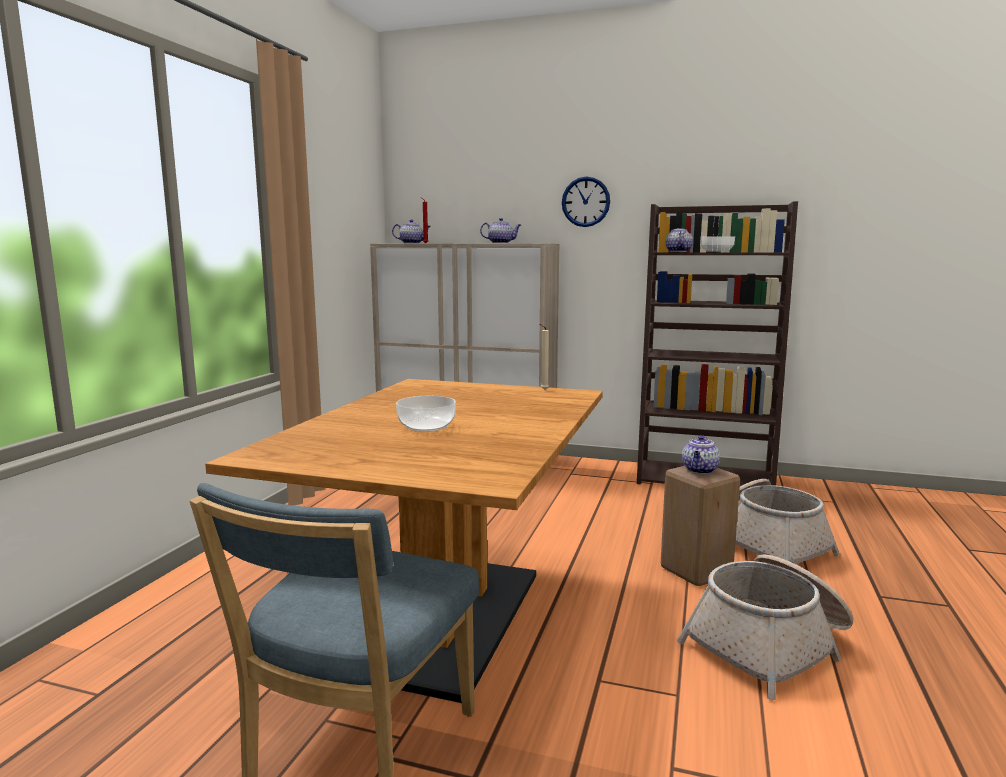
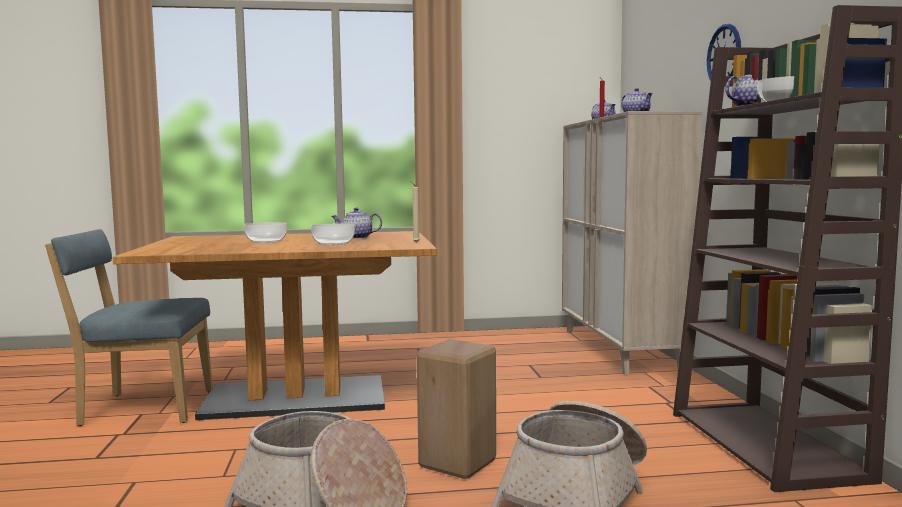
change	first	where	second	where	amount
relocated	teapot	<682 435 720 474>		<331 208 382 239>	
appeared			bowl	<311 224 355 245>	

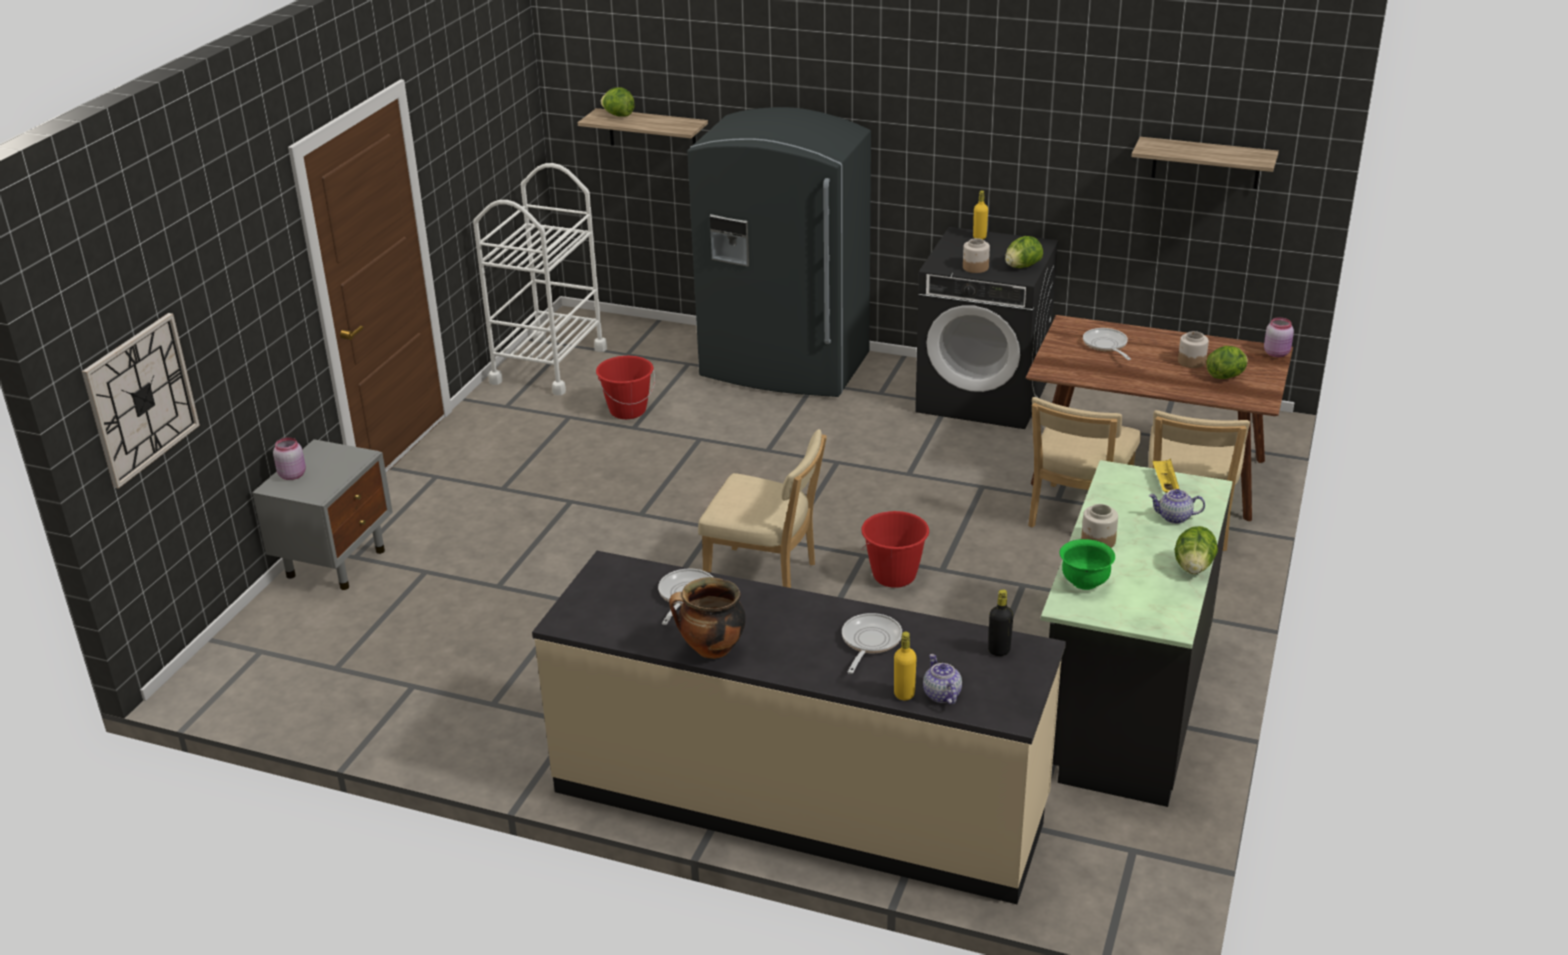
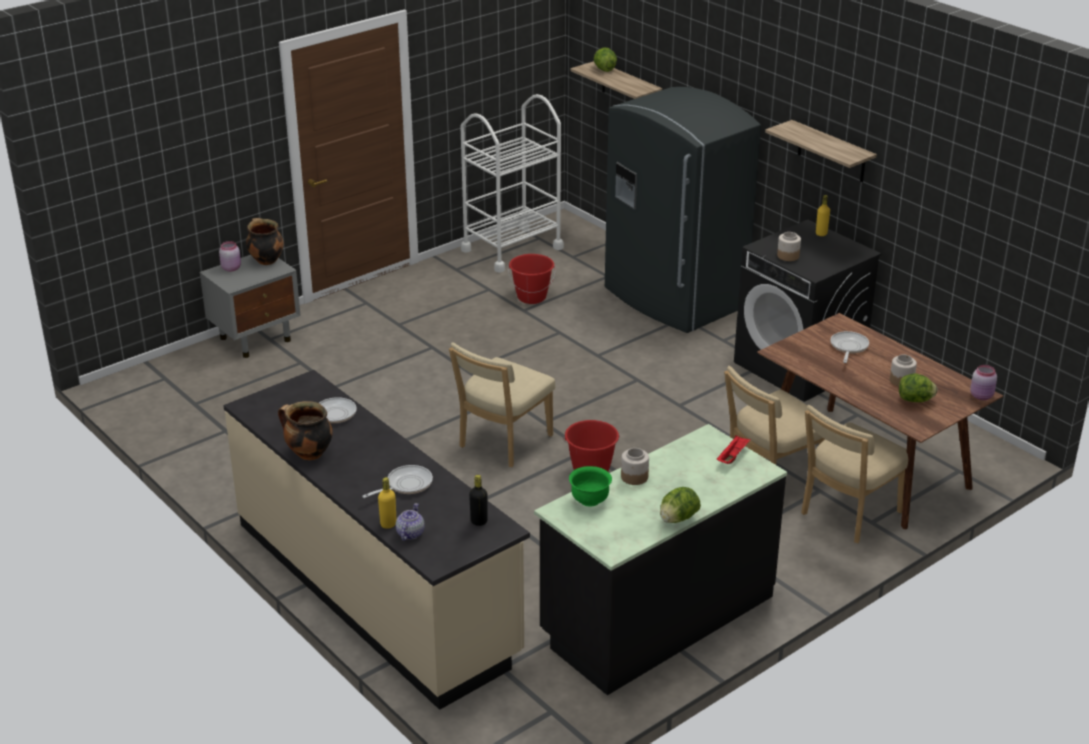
change	first	where	second	where	amount
missing	wall clock	<82 313 200 489>			
spun	chair in beige	<698 429 827 588>		<449 342 555 467>	75 degrees clockwise
missing	lettuce	<1005 236 1043 268>			
relocated	shelf	<1131 137 1279 189>		<765 120 877 182>	
missing	teapot	<1149 489 1205 524>			
colour	tray in yellow	<1153 459 1179 493>	tray in red	<717 435 751 464>	
appeared			cooking pot	<246 218 284 265>	

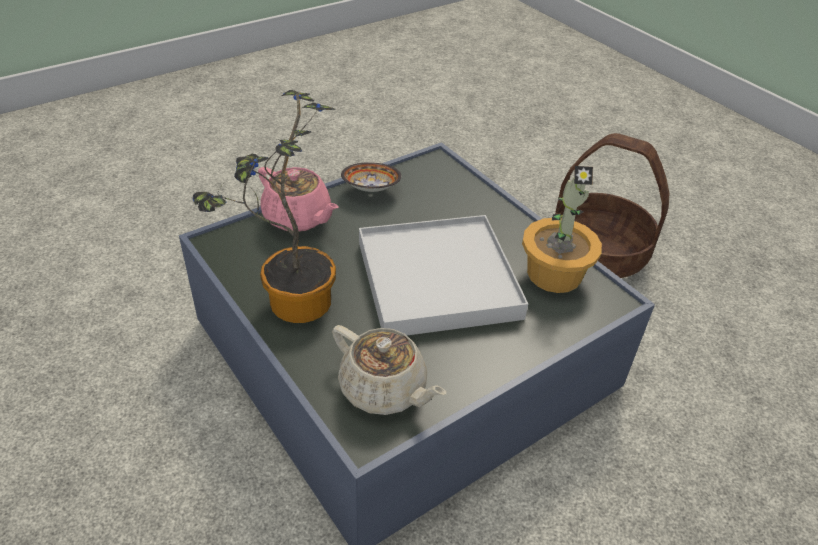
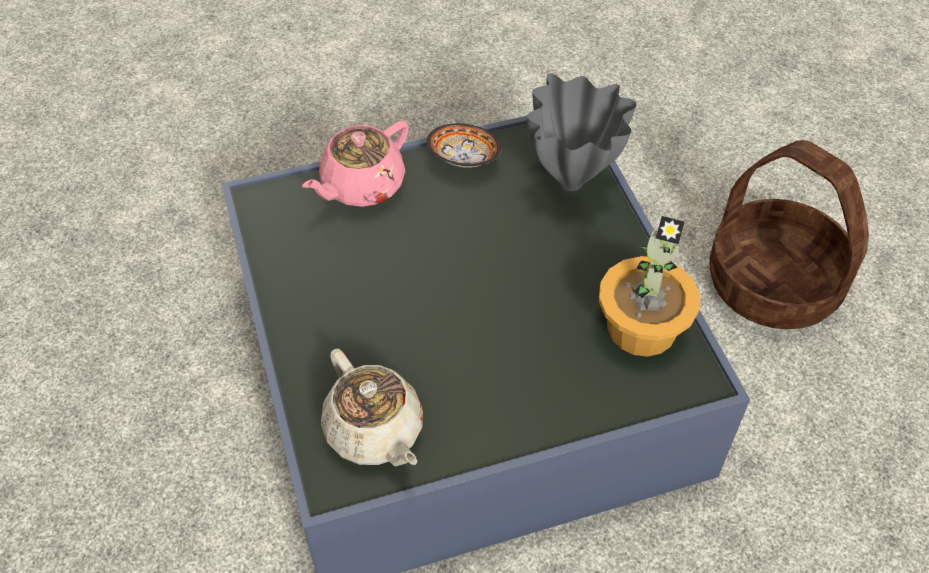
change	first	where	second	where	amount
missing	potted plant	<193 90 336 323>			
spun	teapot in pink	<258 167 339 232>		<303 121 409 207>	75 degrees clockwise
missing	tray in white	<359 215 528 335>			
appeared			vase in grey	<527 73 637 191>	

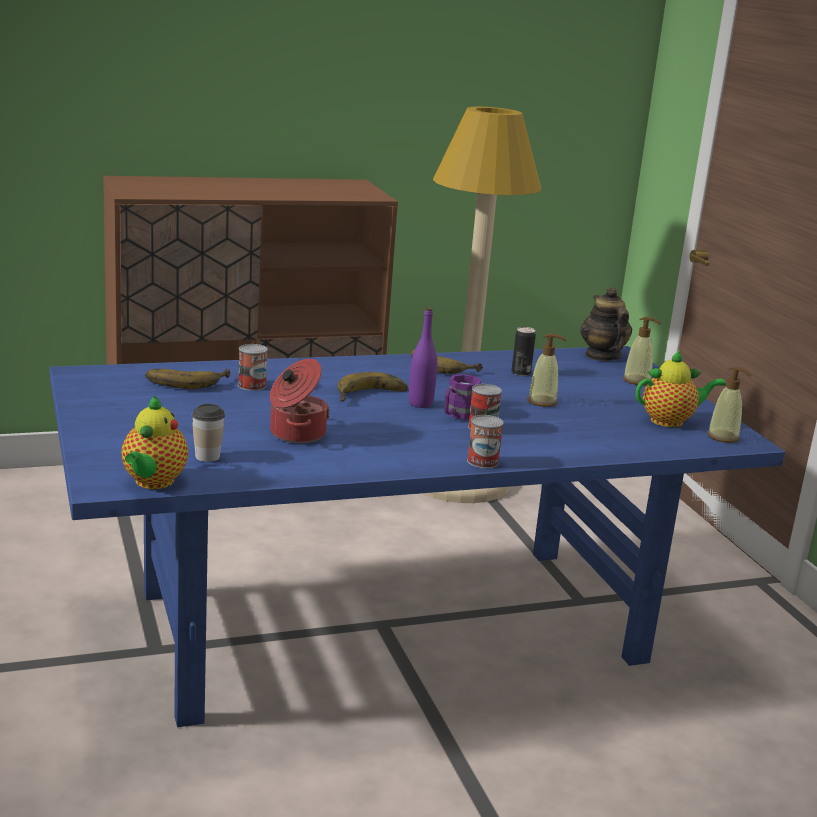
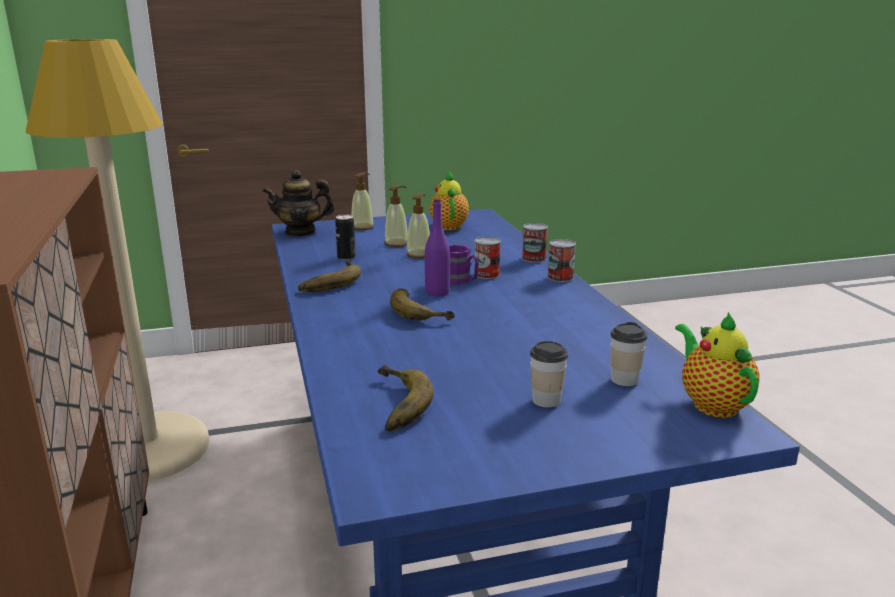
change	first	where	second	where	amount
spun	teapot	<121 395 188 489>		<675 312 760 418>	120 degrees counterclockwise
relocated	can	<238 344 268 391>		<522 223 548 263>	
missing	cooking pot	<270 359 330 443>			
relocated	soap dispenser	<708 367 752 443>		<384 185 408 247>	
appeared			cup	<530 341 568 408>	

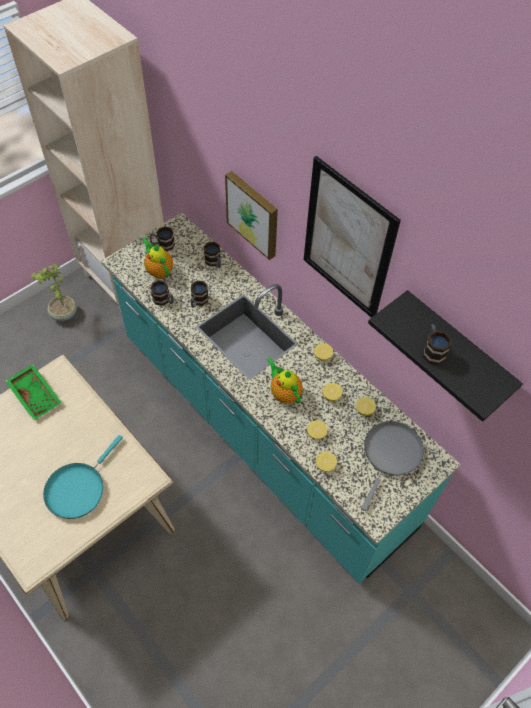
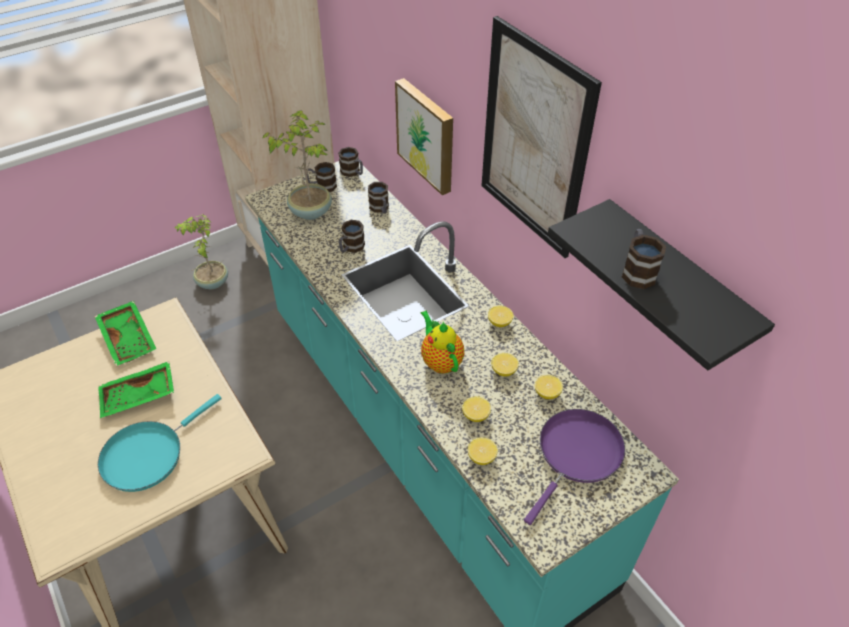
change	first	where	second	where	amount
exchanged	teapot	<141 238 173 279>	potted plant	<263 110 332 220>	
relocated	mug	<150 280 174 306>		<338 147 363 177>	
colour	frying pan in grey	<361 421 424 511>	frying pan in purple	<524 409 625 525>	
appeared			tray in green	<98 361 174 418>	

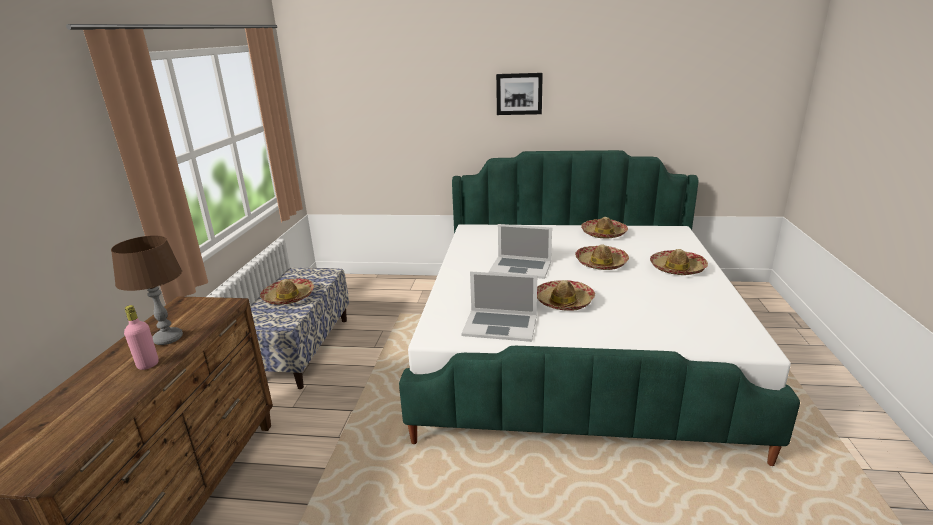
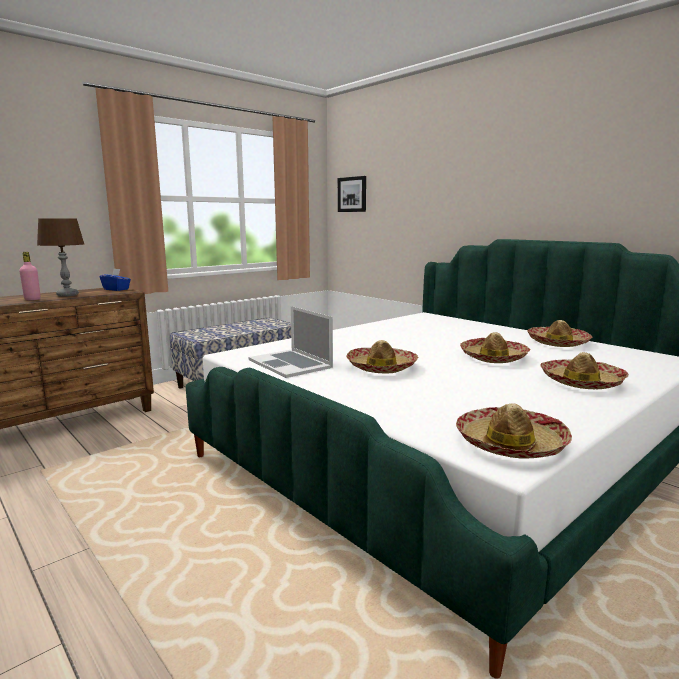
change	first	where	second	where	amount
relocated	hat	<260 278 314 305>		<456 403 572 458>	
missing	laptop	<489 224 552 279>			
relocated	picture	<496 73 543 115>		<338 176 366 212>	
appeared			tissue box in blue	<100 269 131 291>	

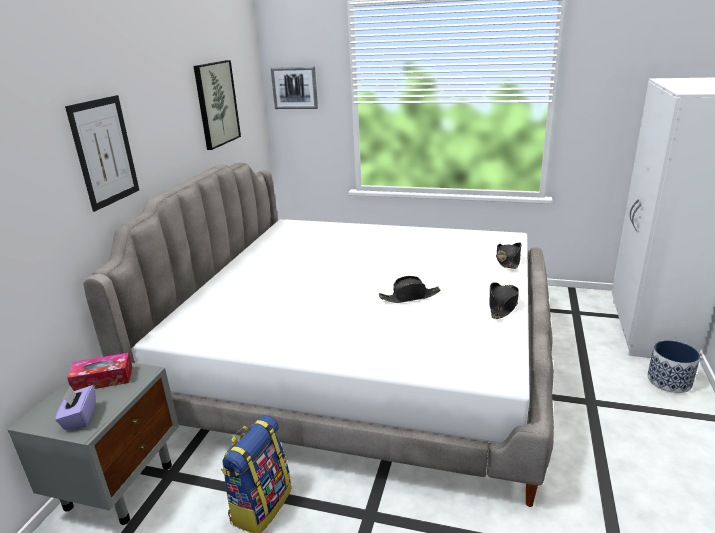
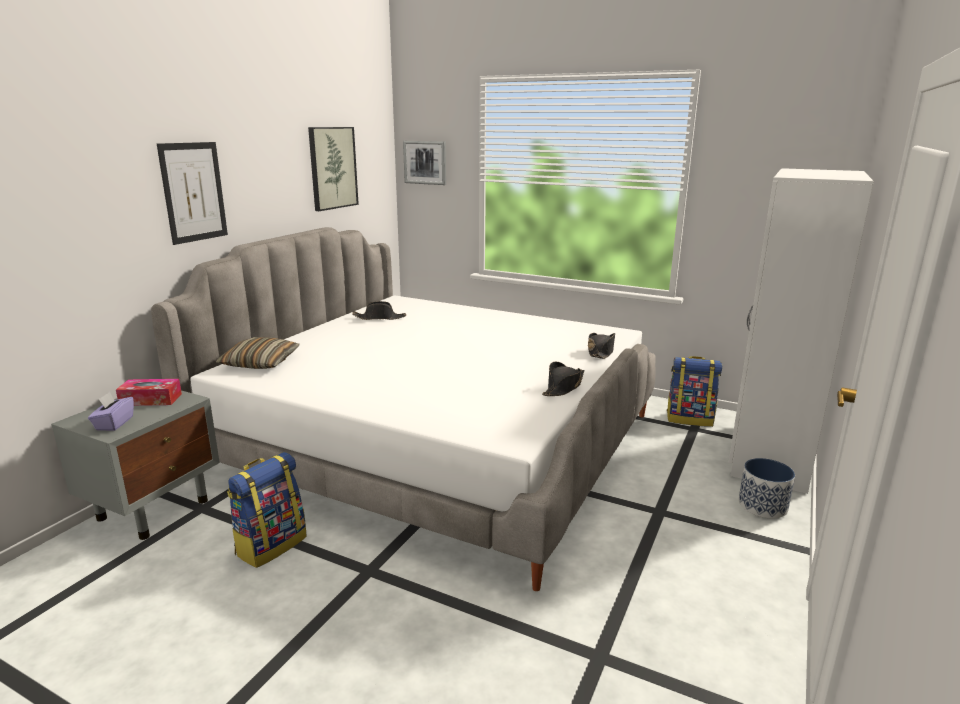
change	first	where	second	where	amount
relocated	hat in black	<379 276 441 303>		<352 301 406 320>	
appeared			pillow	<216 337 299 369>	
appeared			backpack	<667 356 722 427>	

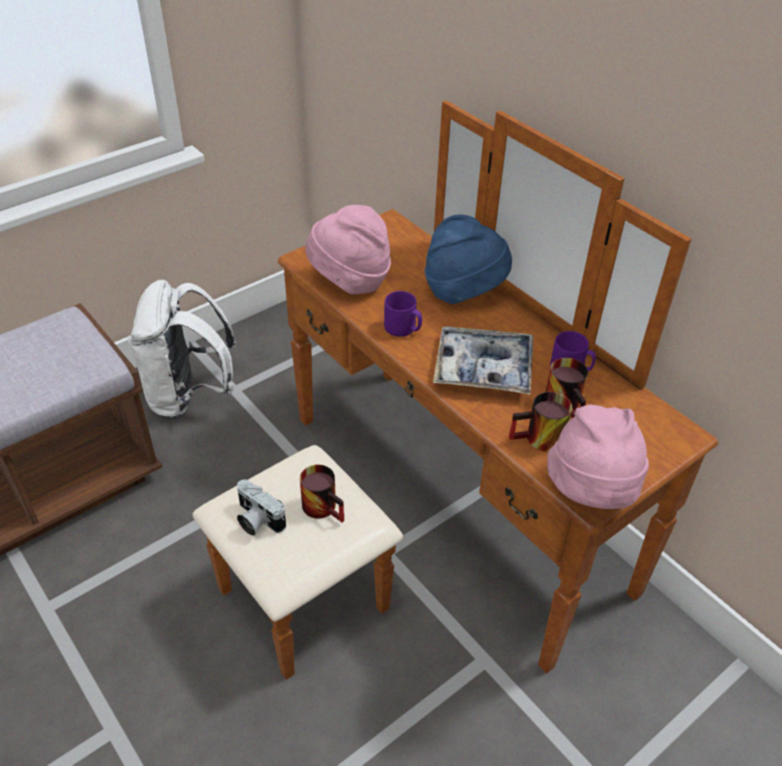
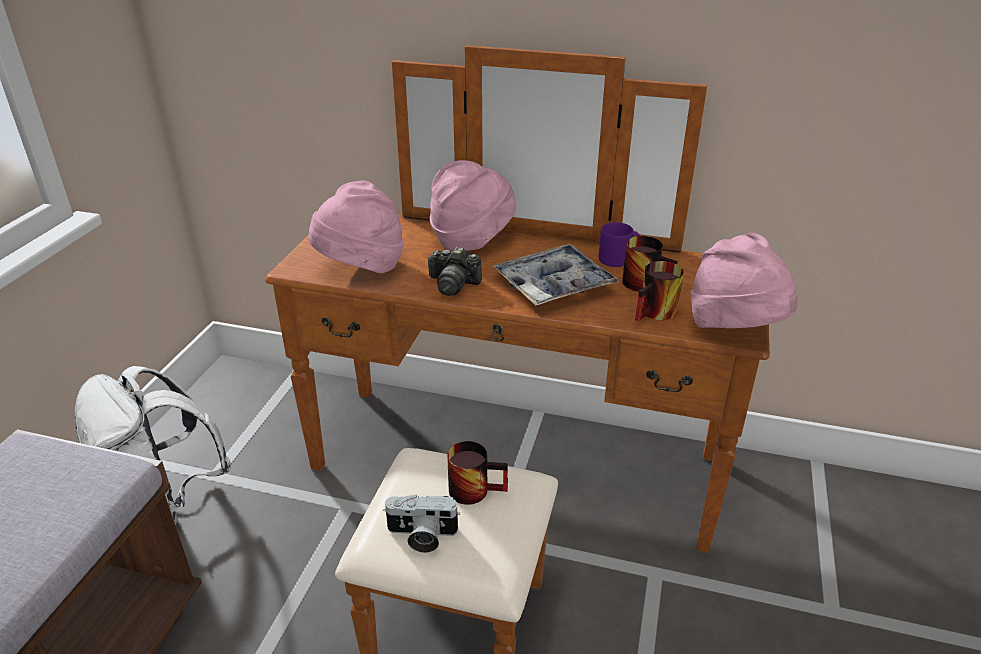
change	first	where	second	where	amount
exchanged	mug in purple	<384 291 422 337>	photo camera	<427 247 482 296>	
colour	hat in blue	<425 214 512 304>	hat in pink	<430 160 516 252>	

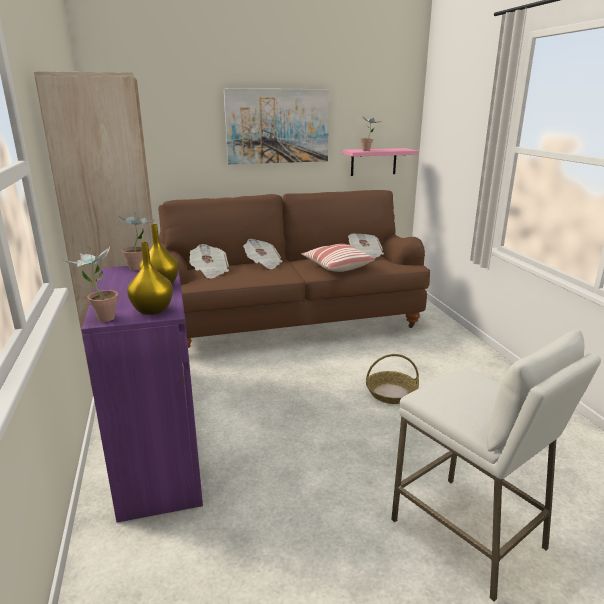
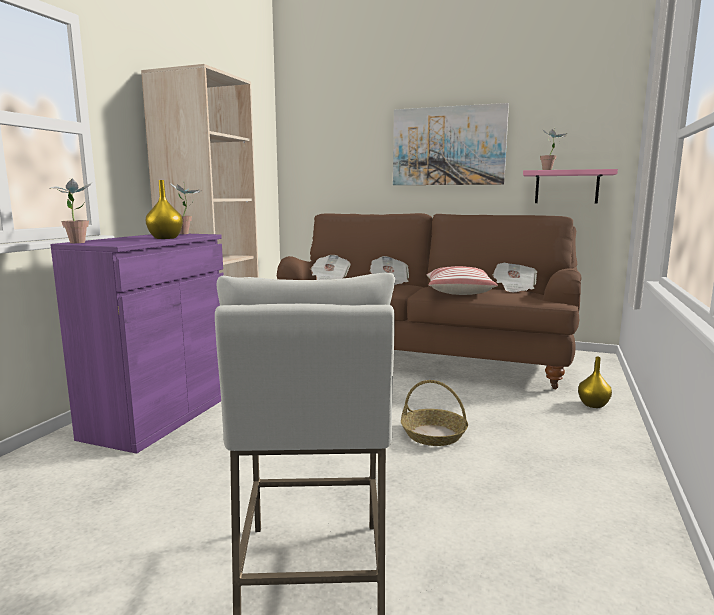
change	first	where	second	where	amount
relocated	vase in yellow	<127 242 173 315>		<578 357 612 408>	

